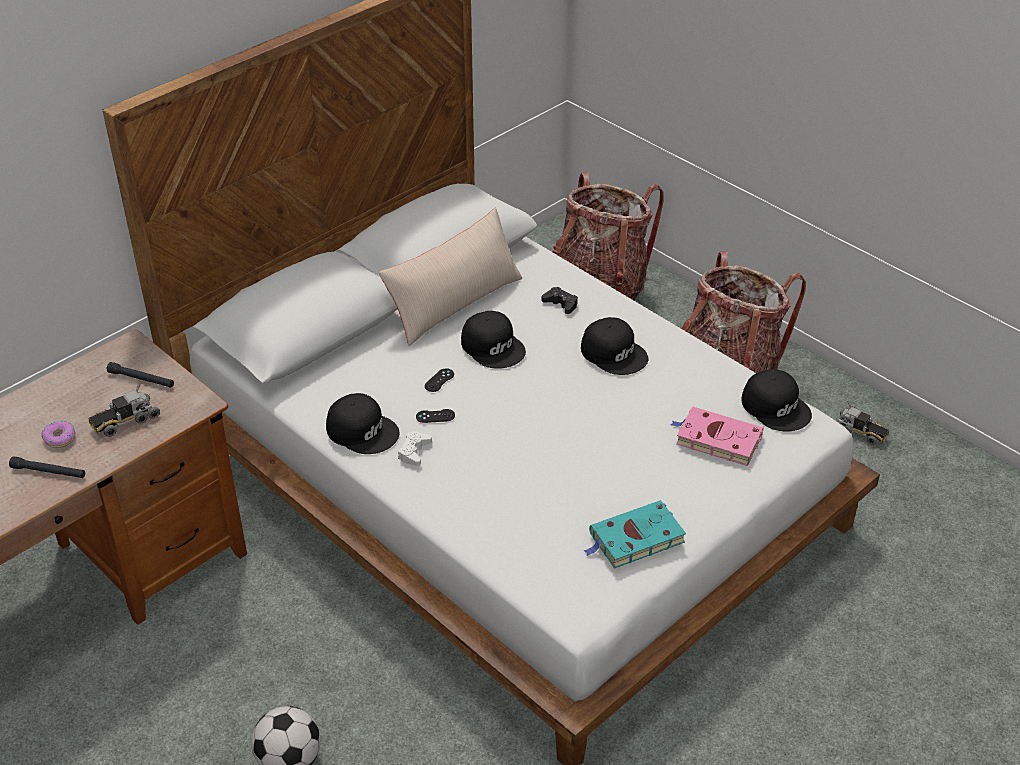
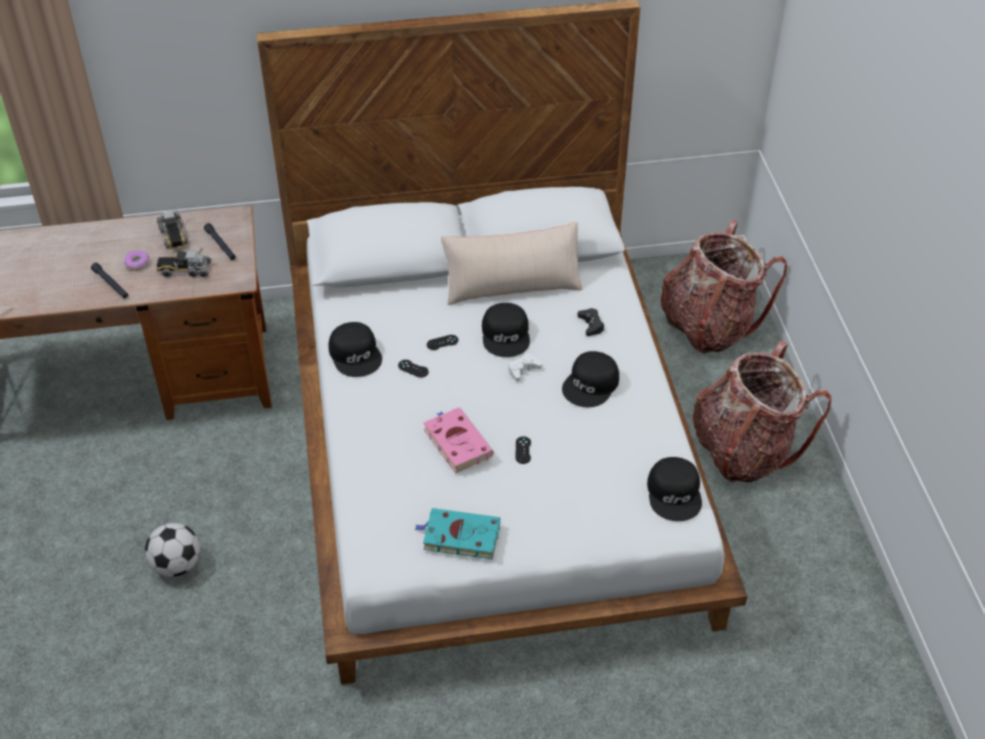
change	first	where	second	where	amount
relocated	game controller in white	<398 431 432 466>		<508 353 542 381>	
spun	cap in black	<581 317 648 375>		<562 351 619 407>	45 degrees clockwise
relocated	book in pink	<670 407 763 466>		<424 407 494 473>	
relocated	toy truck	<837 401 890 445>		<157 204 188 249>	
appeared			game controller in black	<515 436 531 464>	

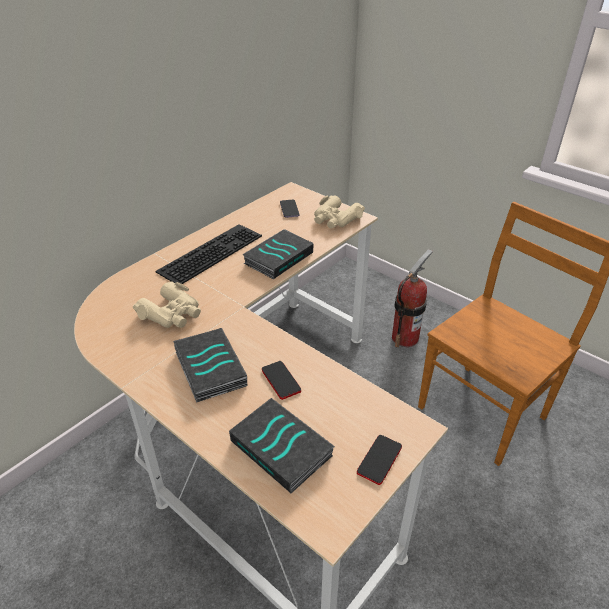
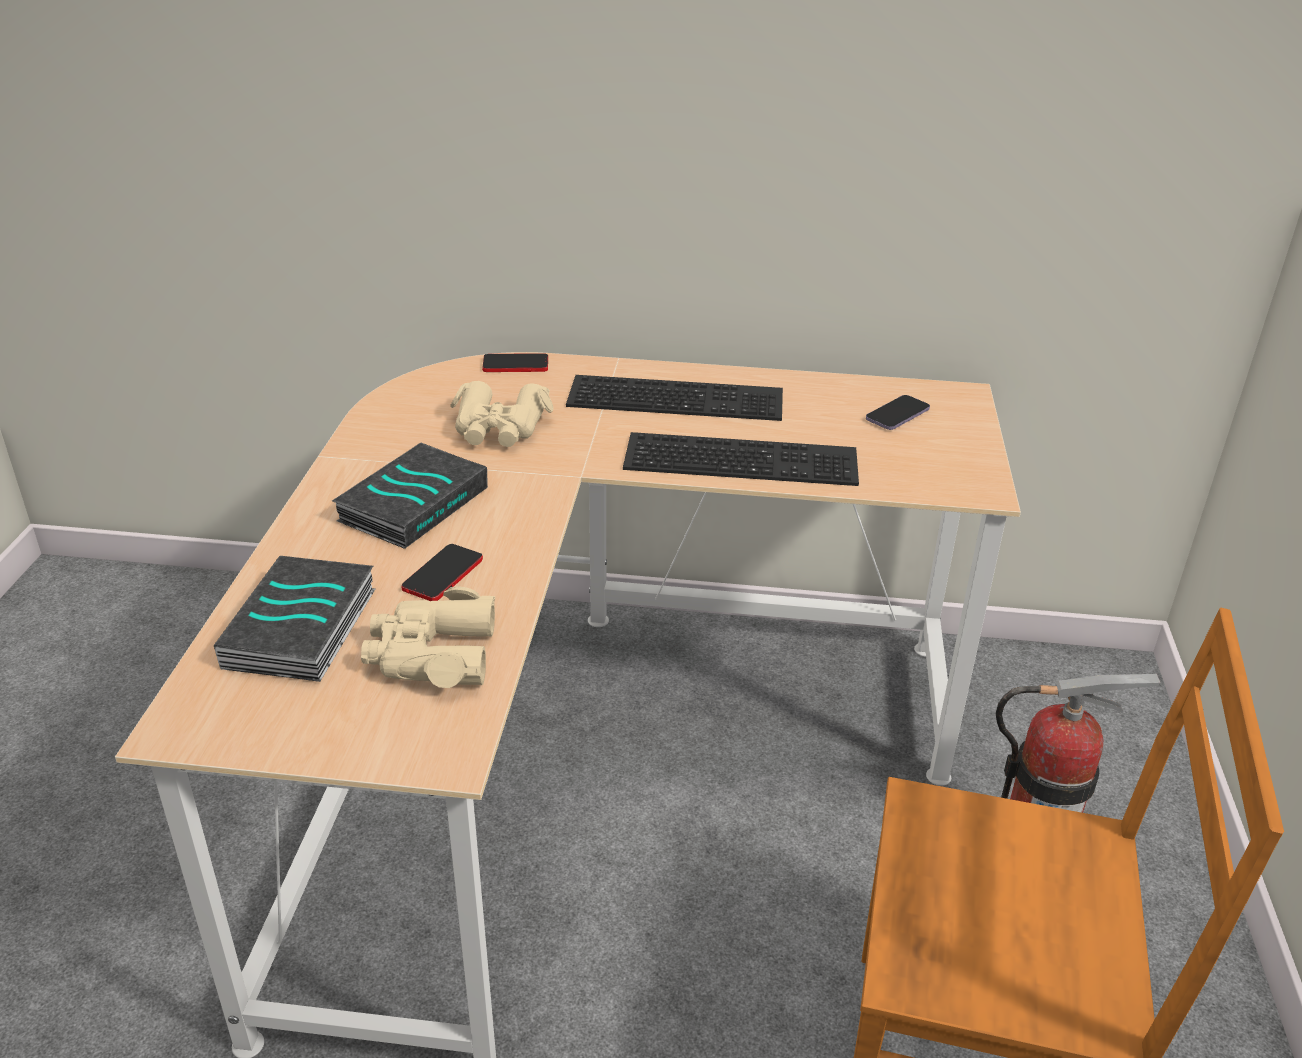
change	first	where	second	where	amount
exchanged	book	<242 229 314 279>	keyboard	<623 432 859 486>	
relocated	binoculars in beige	<314 196 365 229>		<361 586 496 688>	
relocated	phone	<357 435 402 485>		<482 353 548 372>	

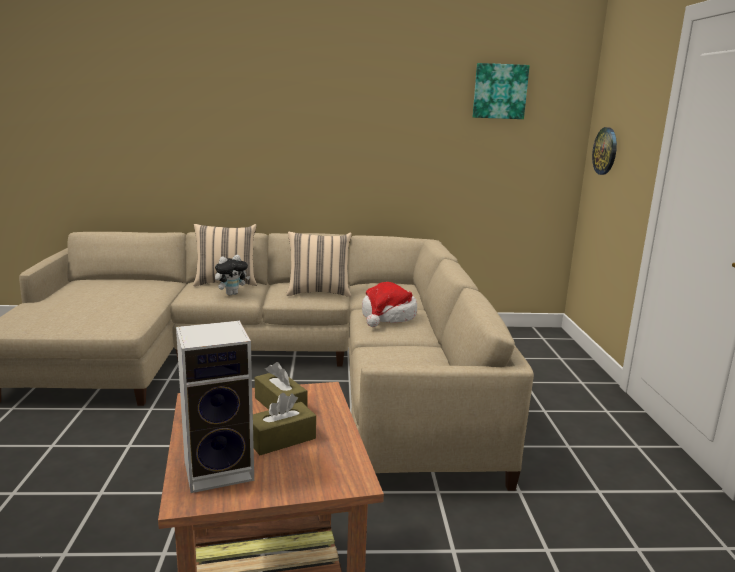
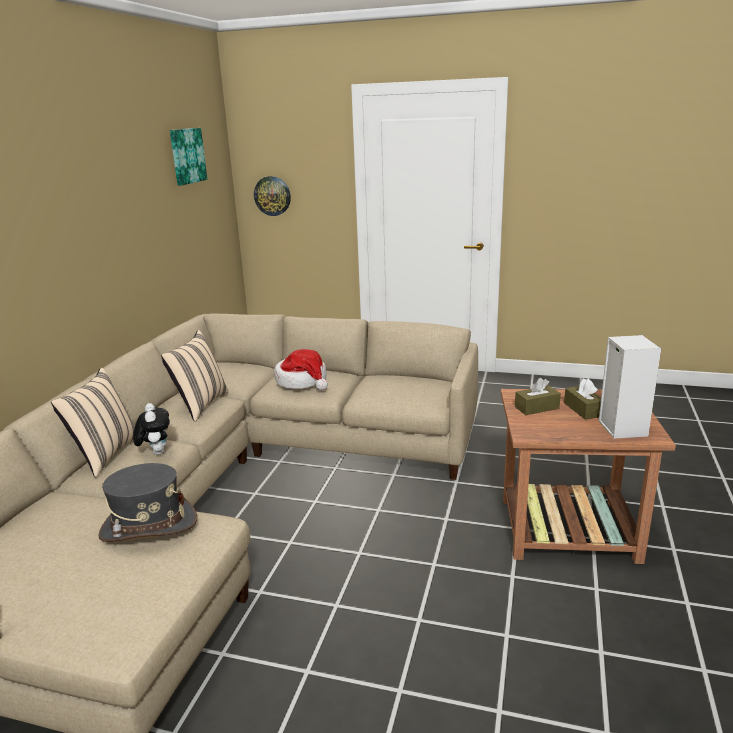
change	first	where	second	where	amount
appeared			hat in grey	<98 463 197 542>	

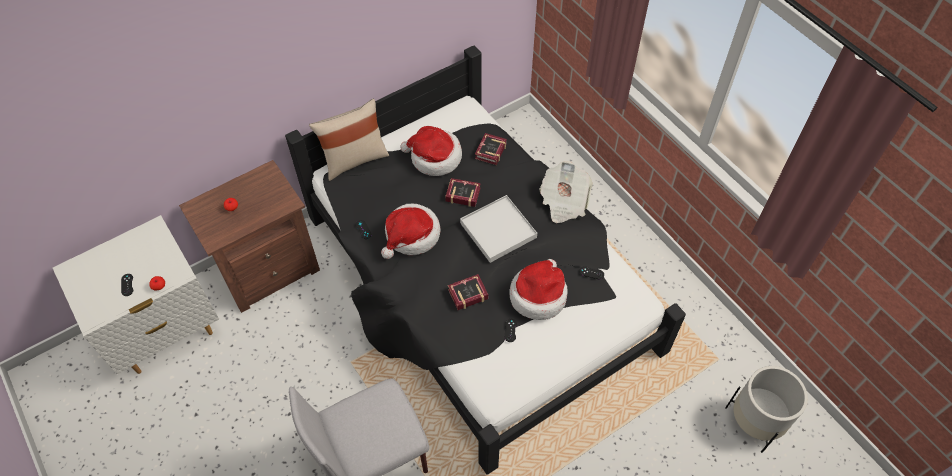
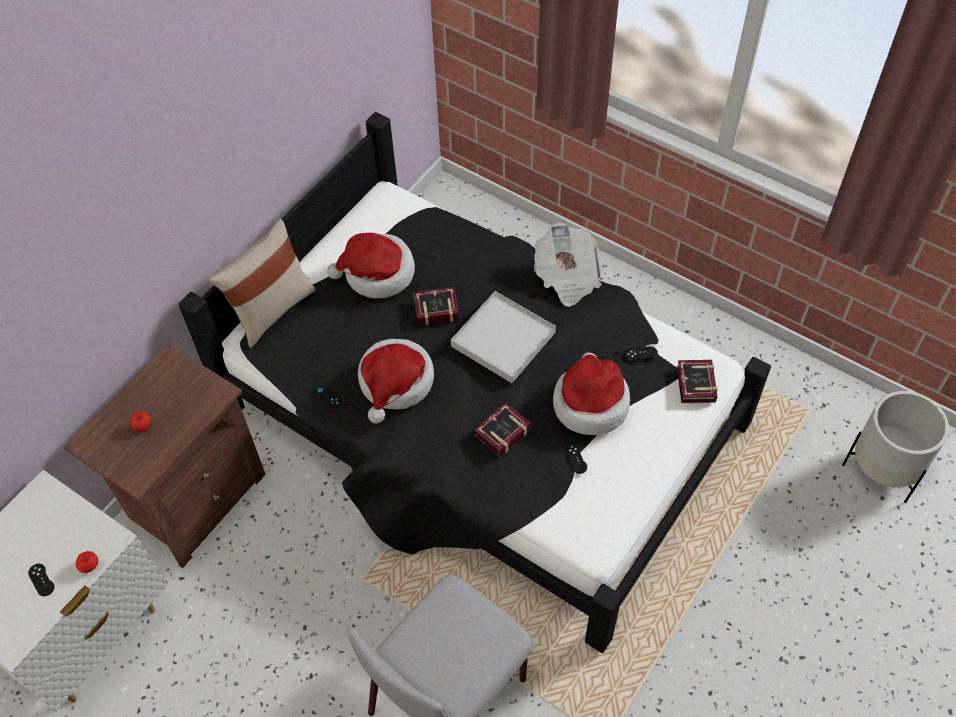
change	first	where	second	where	amount
relocated	book	<475 133 507 165>		<677 360 718 403>	

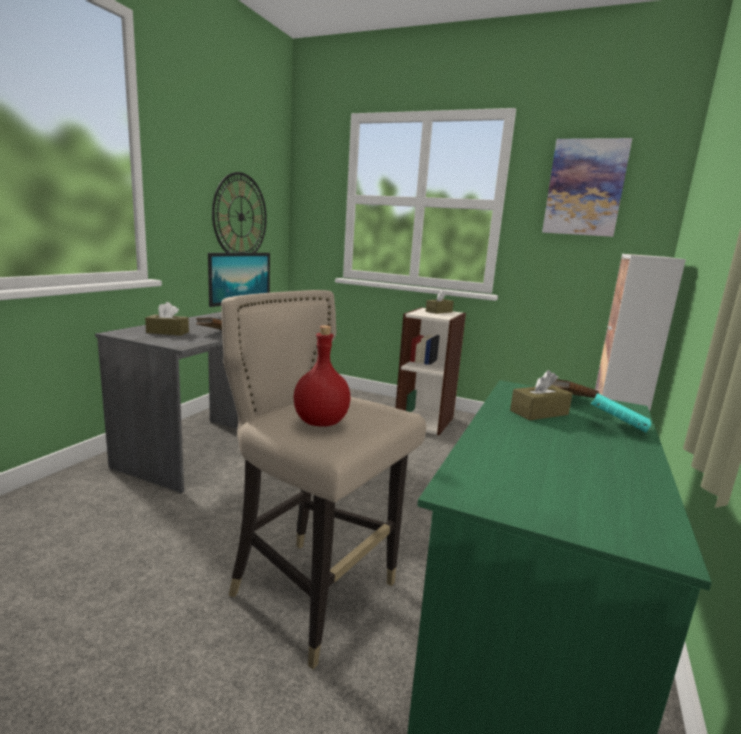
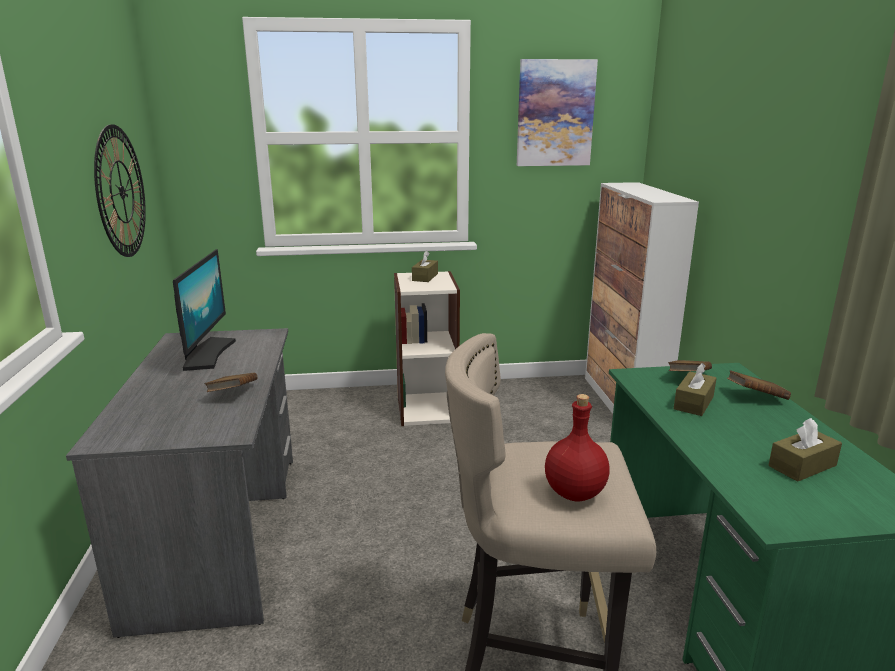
change	first	where	second	where	amount
relocated	tissue box in brown	<145 302 189 336>		<769 418 842 482>	
colour	book in turquoise	<591 393 651 433>	book in brown	<727 370 791 400>	

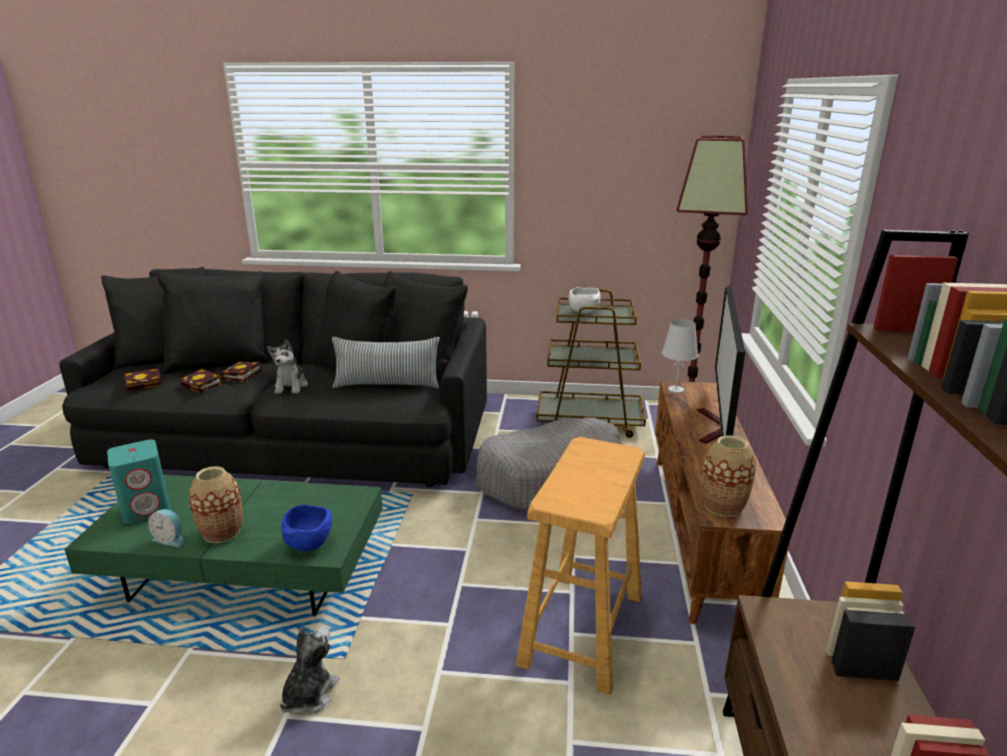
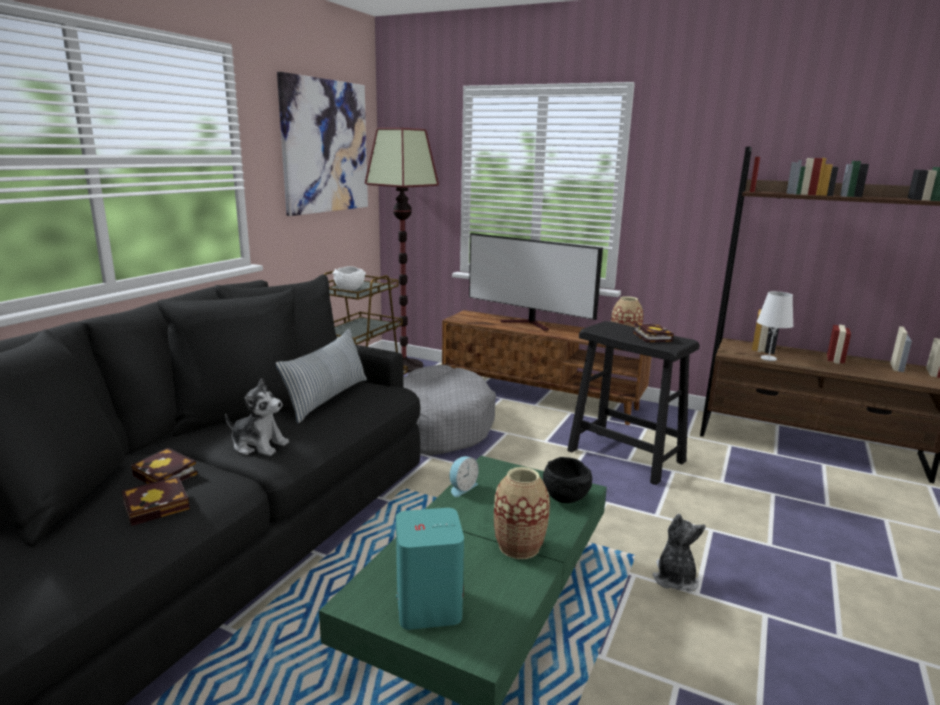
change	first	where	second	where	amount
relocated	book	<124 368 162 392>		<633 323 674 342>	
relocated	alarm clock	<148 509 183 547>		<450 456 479 497>	
spun	plush toy	<280 627 340 715>		<653 514 706 592>	60 degrees clockwise
colour	bowl in blue	<281 504 332 551>	bowl in black	<543 457 592 503>	
colour	stool in beige	<516 437 645 695>	stool in black	<567 321 700 485>	
relocated	table lamp in white	<662 319 698 393>		<757 291 794 361>	
appeared			picture	<277 72 368 216>	

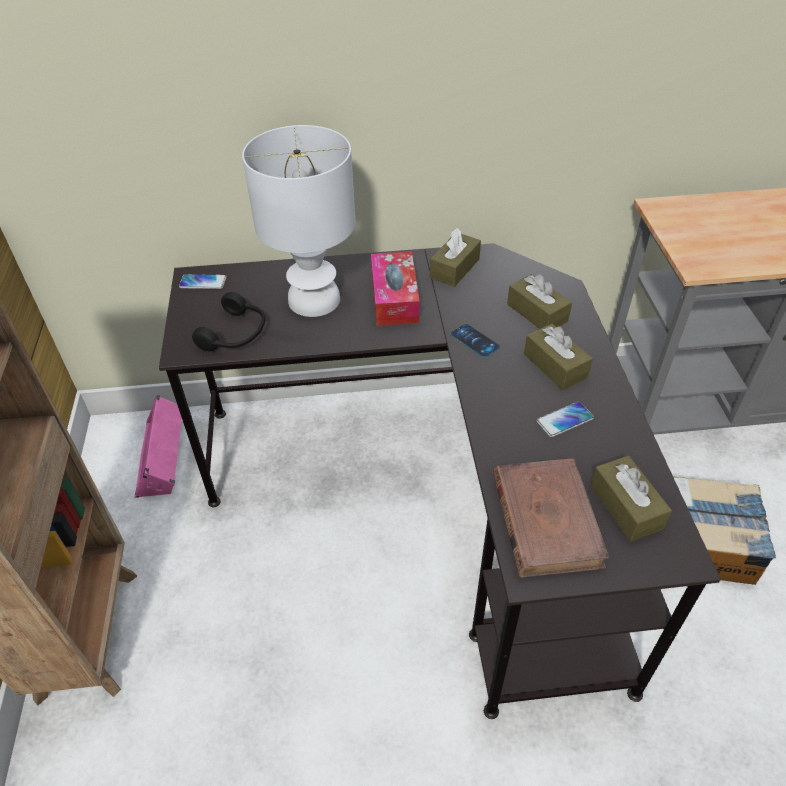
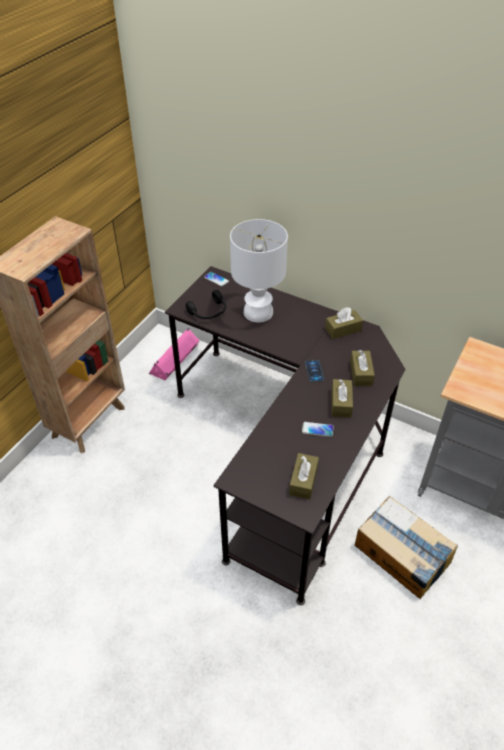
change	first	where	second	where	amount
missing	tissue box	<371 252 420 326>			
missing	book in brown	<493 458 610 578>			

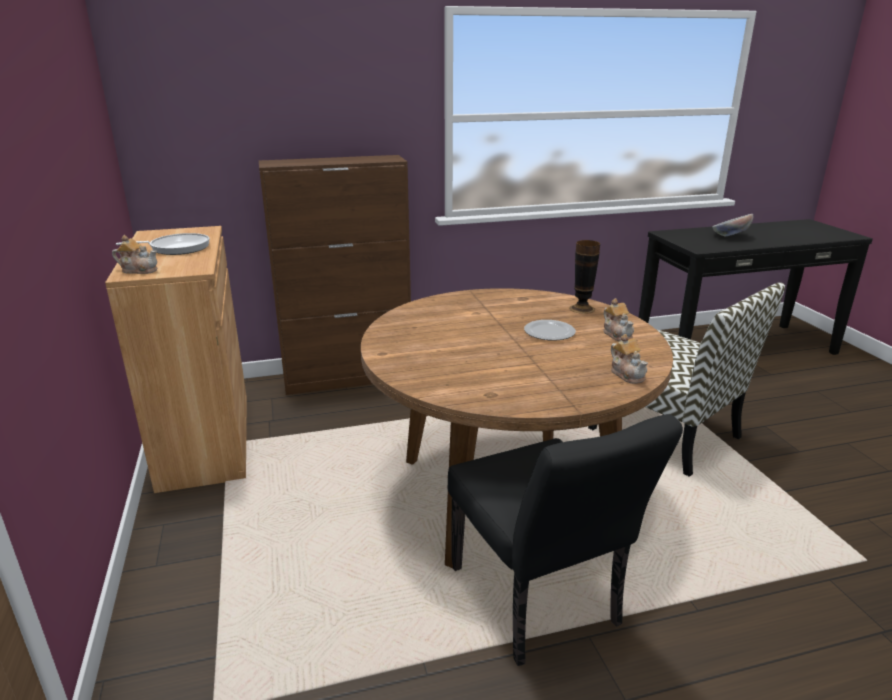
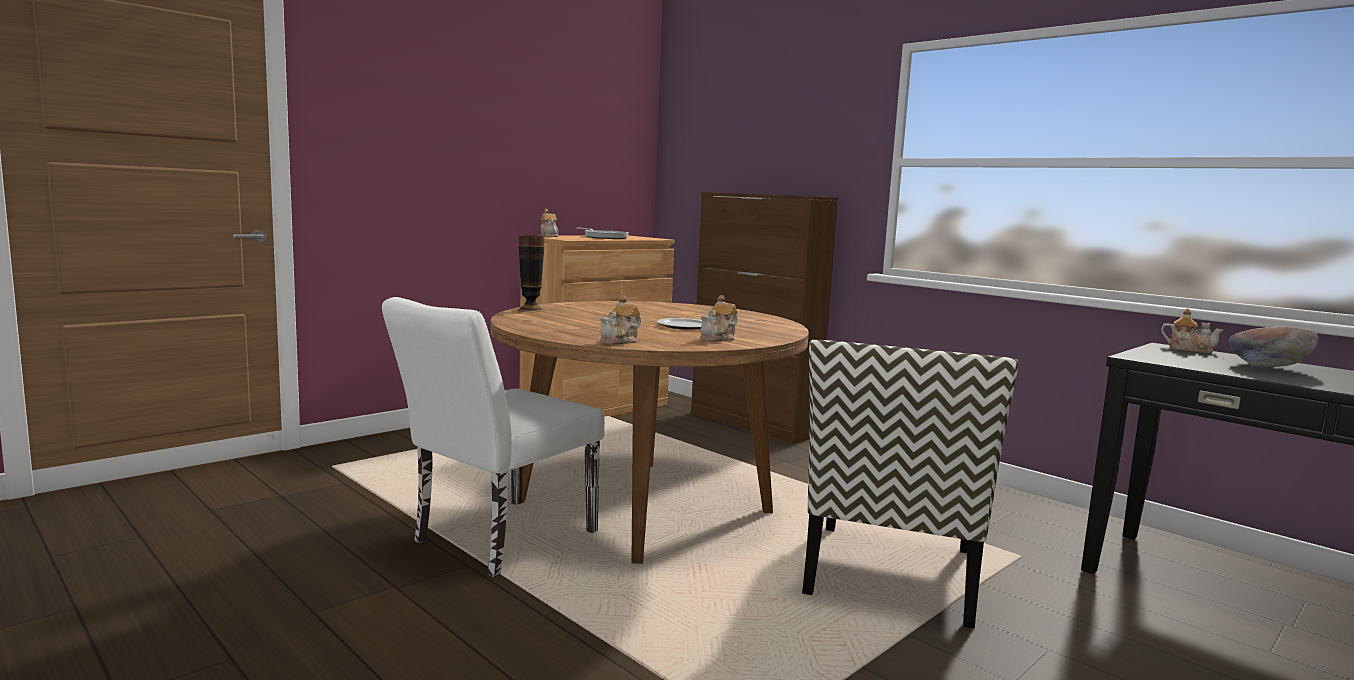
change	first	where	second	where	amount
colour	chair in black	<448 414 683 666>	chair in white	<382 297 605 577>	
relocated	vase	<569 240 600 314>		<517 235 545 312>	
appeared			teapot	<1161 308 1224 353>	

